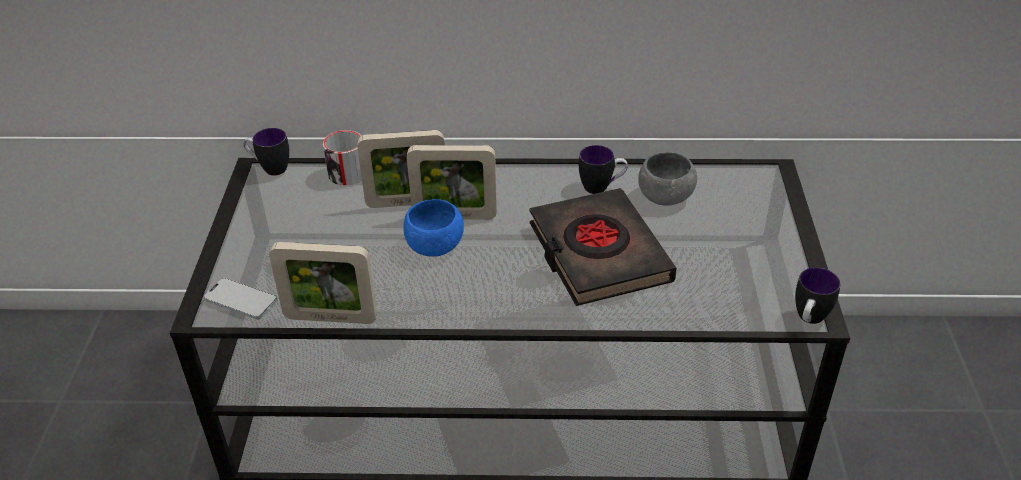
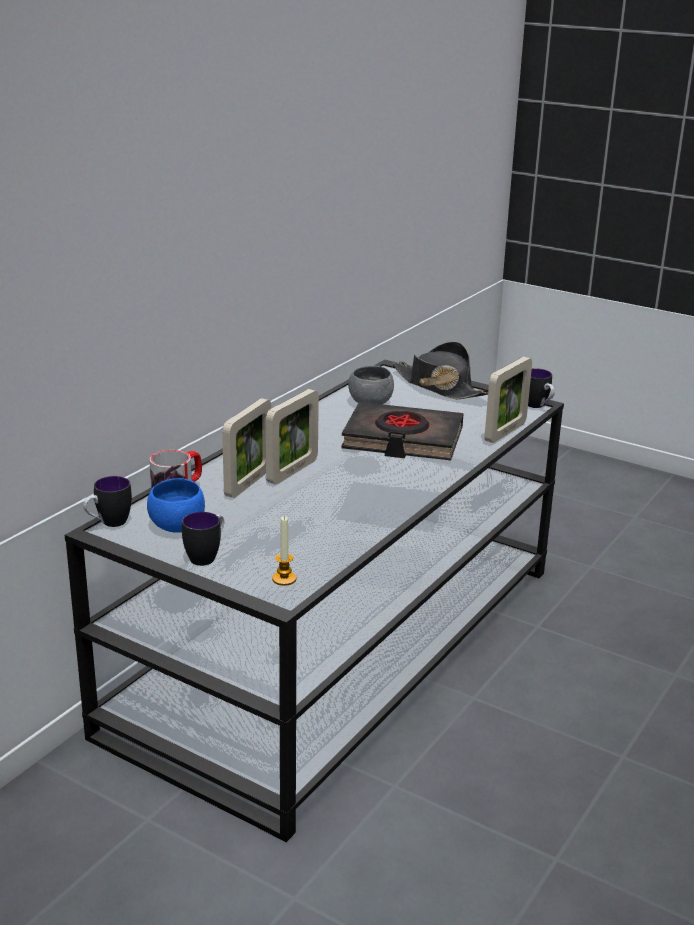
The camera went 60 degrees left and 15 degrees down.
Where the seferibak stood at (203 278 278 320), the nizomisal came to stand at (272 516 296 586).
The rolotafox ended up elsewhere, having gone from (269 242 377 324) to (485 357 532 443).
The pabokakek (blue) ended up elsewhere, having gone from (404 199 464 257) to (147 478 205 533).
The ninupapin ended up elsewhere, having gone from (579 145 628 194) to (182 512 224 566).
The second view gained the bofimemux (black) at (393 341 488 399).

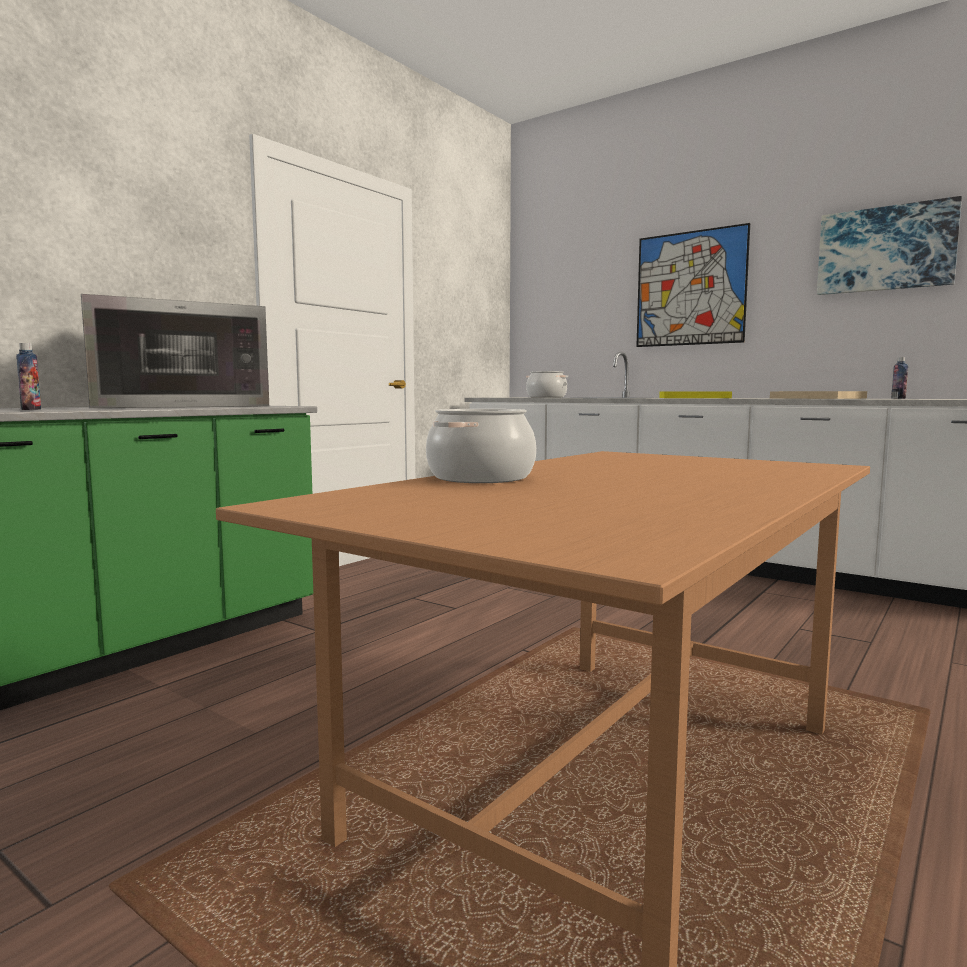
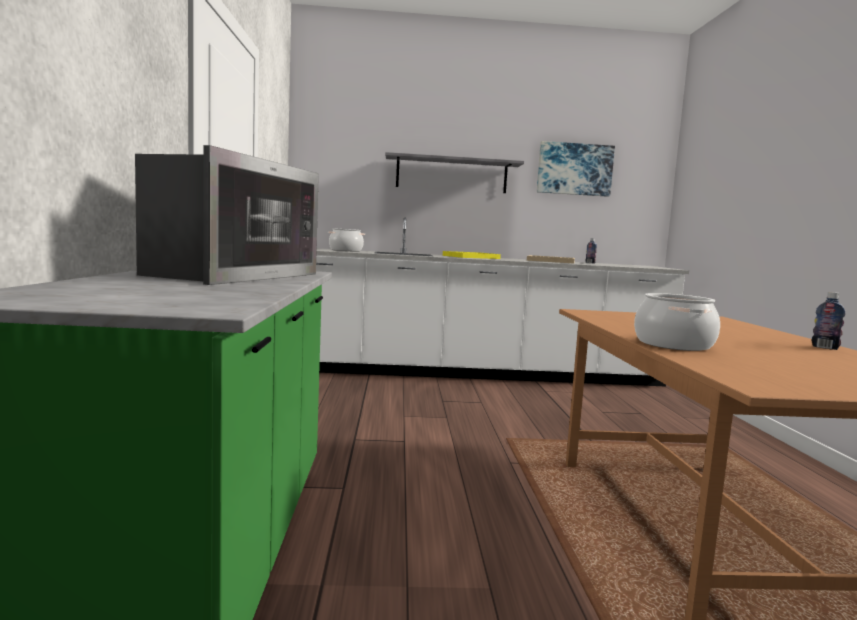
The camera went 40 degrees left and 0 degrees up.
The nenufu ended up elsewhere, having gone from (16 343 41 410) to (812 292 846 350).
Where the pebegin hung at (636 223 750 347), the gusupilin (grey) came to hang at (385 152 524 193).

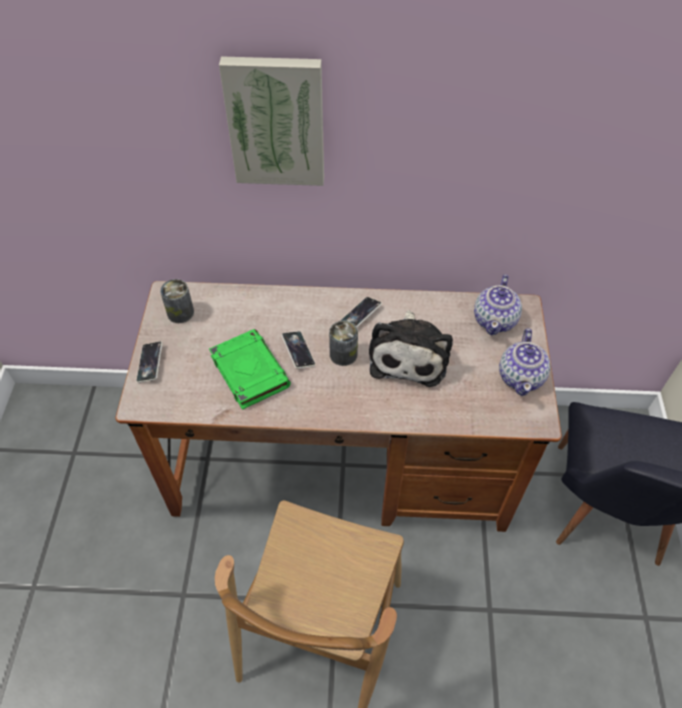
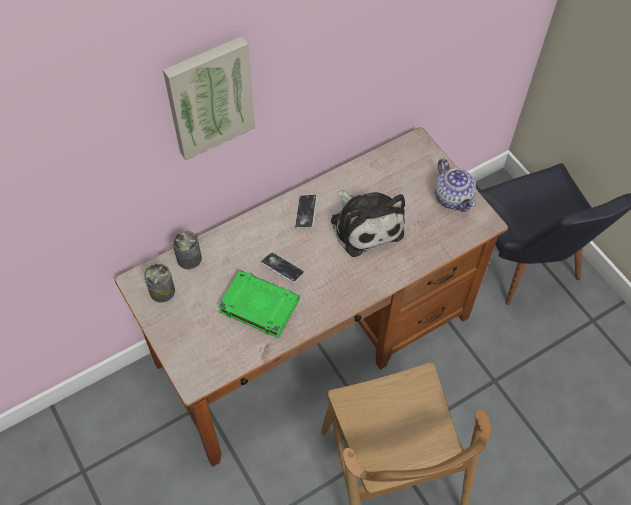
The camera went 35 degrees left and 5 degrees up.
The second view lost the seferibak at (136 341 162 383).
The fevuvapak ended up elsewhere, having gone from (329 321 358 366) to (172 230 202 269).
The second view lost the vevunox at (474 274 522 335).

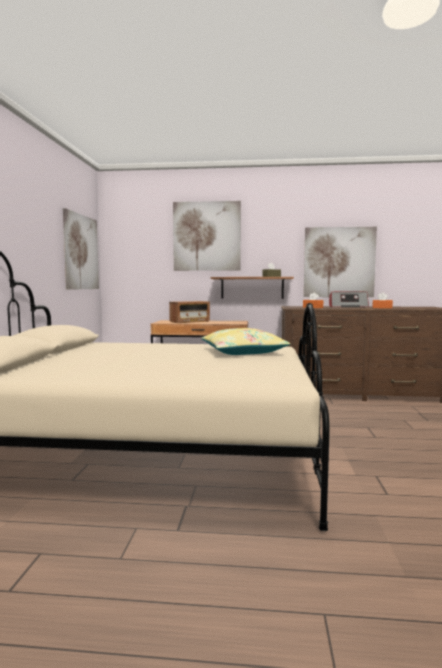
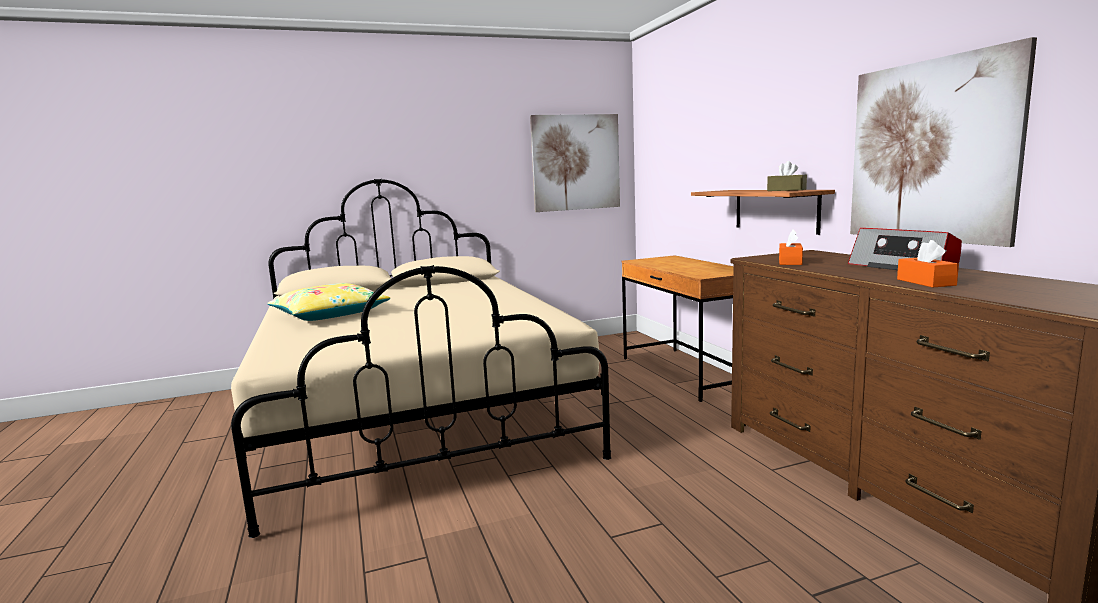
The camera went 65 degrees right and 5 degrees up.
The second view lost the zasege at (169 301 210 323).
The second view lost the pebegin at (173 201 241 271).
The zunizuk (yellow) ended up elsewhere, having gone from (201 328 290 355) to (267 283 390 321).

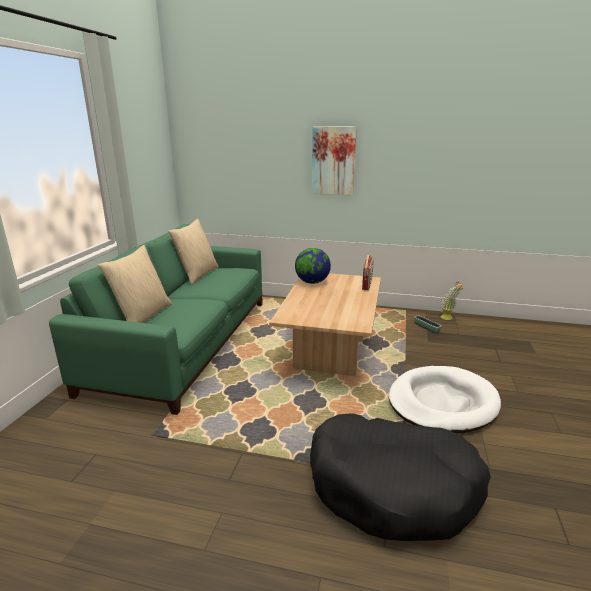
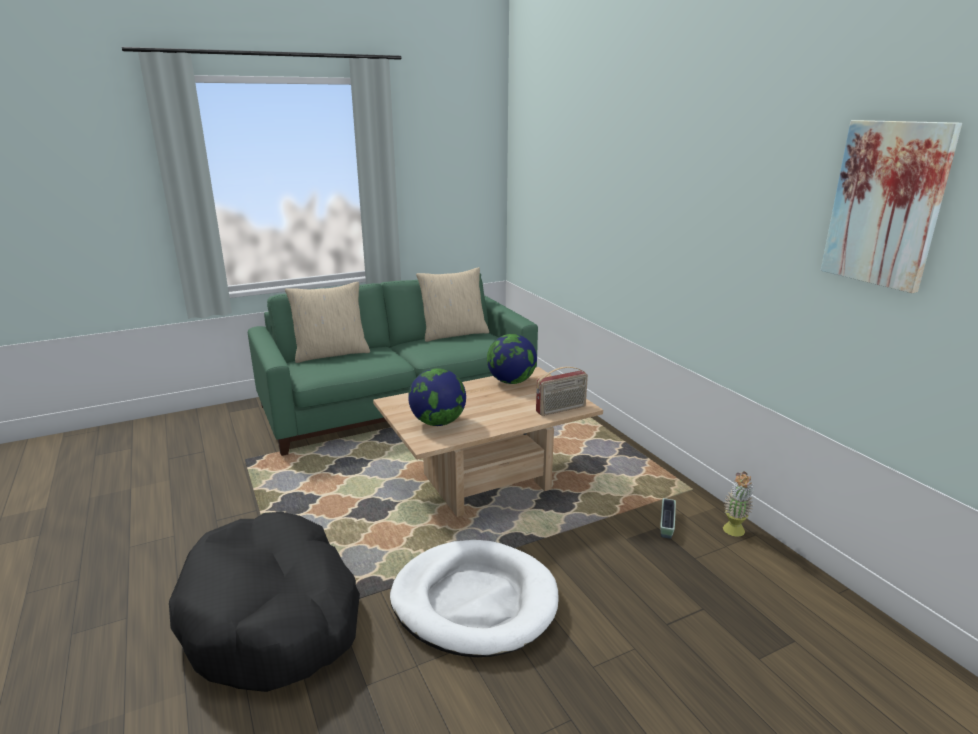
The camera went 50 degrees right and 0 degrees up.
The pebegin ended up elsewhere, having gone from (312 126 357 195) to (821 120 962 293).
The second view gained the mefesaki at (408 368 466 426).

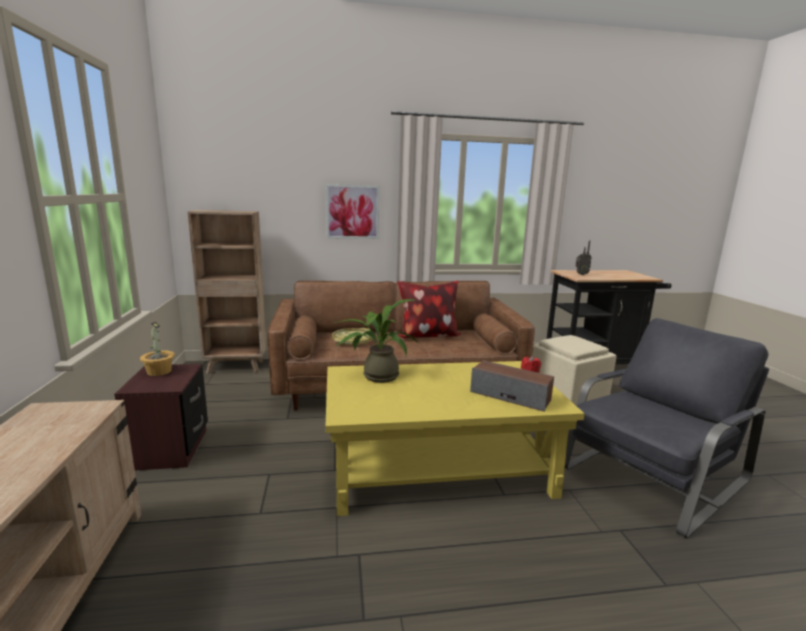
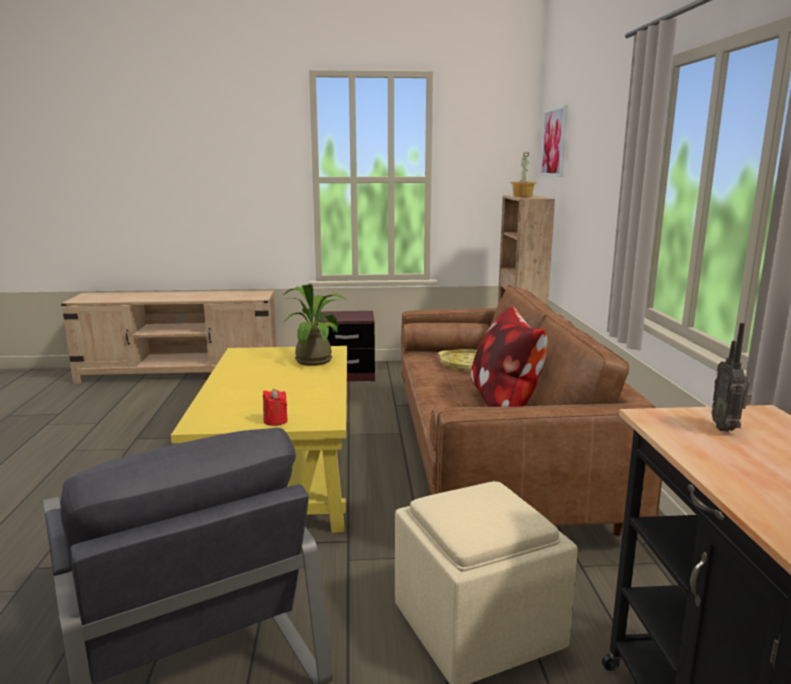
The camera went 95 degrees right and 0 degrees up.
The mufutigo ended up elsewhere, having gone from (140 322 175 376) to (511 153 536 197).
The pebegin ended up elsewhere, having gone from (326 184 379 239) to (540 105 568 177).
The second view lost the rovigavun at (470 360 554 411).

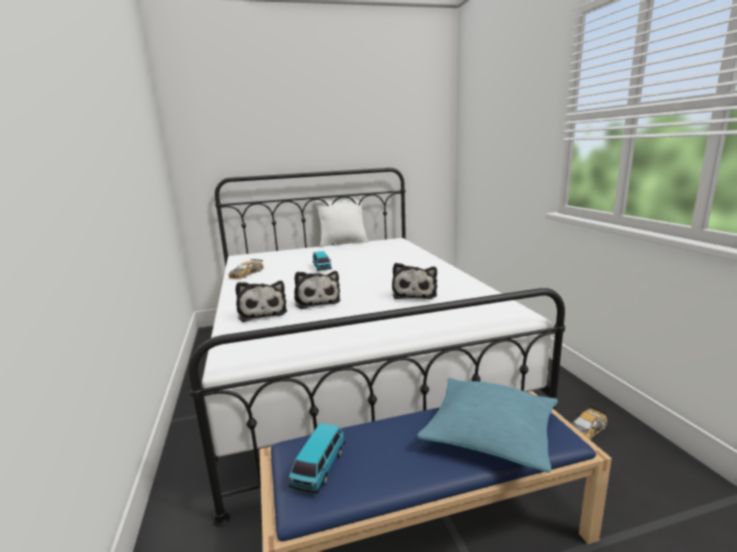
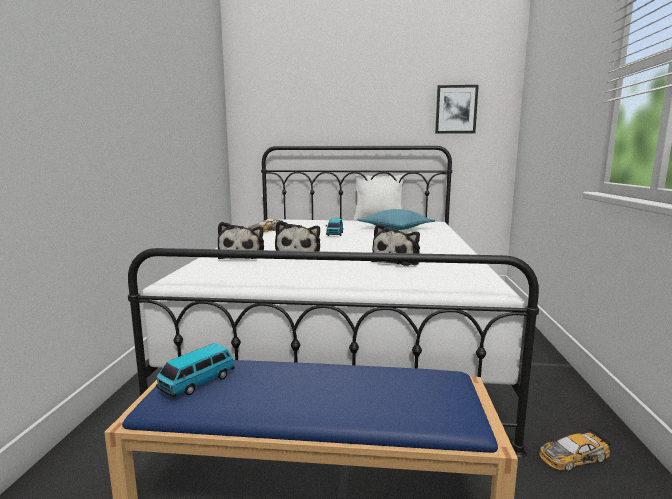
The camera went 20 degrees right and 5 degrees down.
The zunizuk (turquoise) ended up elsewhere, having gone from (417 378 558 473) to (357 209 435 230).
The second view gained the pebegin at (435 85 479 134).

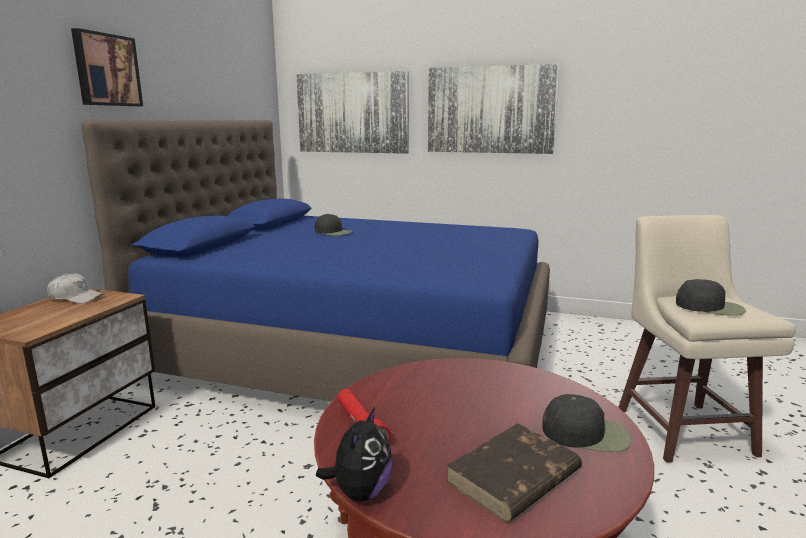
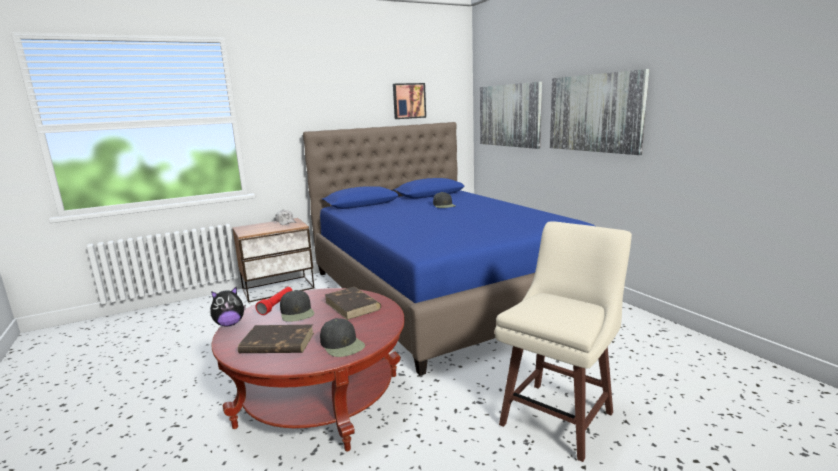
The camera went 45 degrees right and 0 degrees up.
The pebegin ended up elsewhere, having gone from (71 28 143 106) to (393 83 426 119).
The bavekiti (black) ended up elsewhere, having gone from (676 279 746 316) to (280 290 314 322).
The second view gained the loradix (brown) at (325 287 381 320).

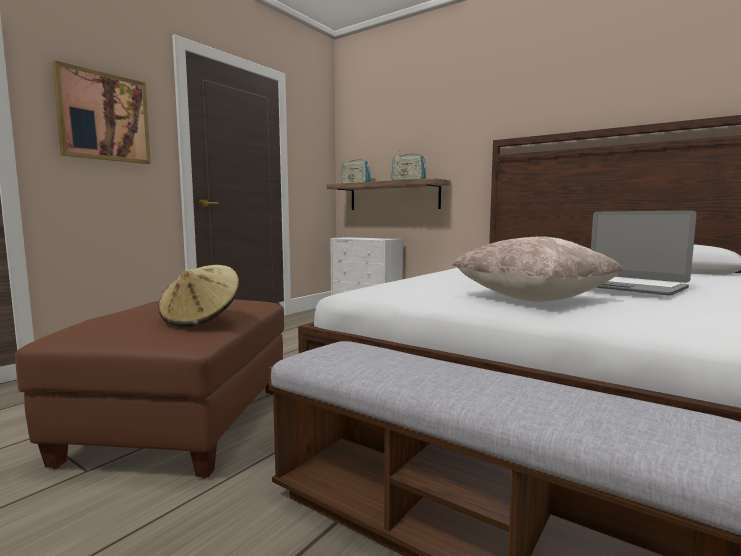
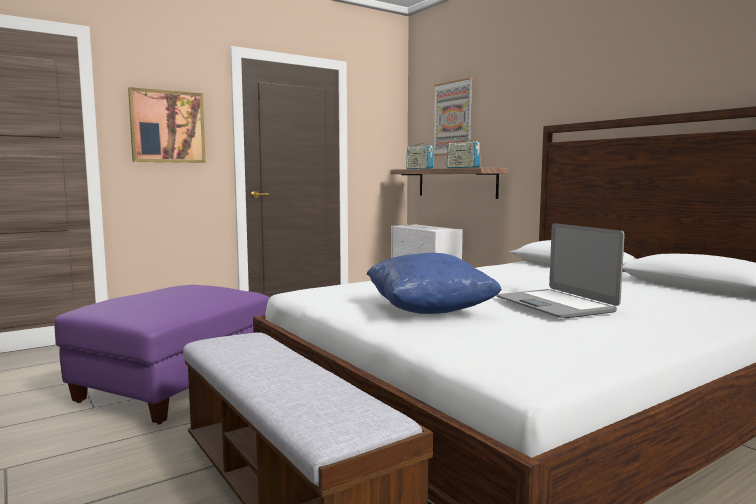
The camera went 20 degrees right and 0 degrees up.
What was the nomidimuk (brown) at (15 299 284 478) turned into the nomidimuk (purple) at (54 285 270 424).
The second view lost the bofimemux (beige) at (158 265 239 327).
What was the zunizuk (beige) at (453 236 623 302) turned into the zunizuk (blue) at (367 253 502 314).
The second view gained the pebegin at (433 77 473 156).

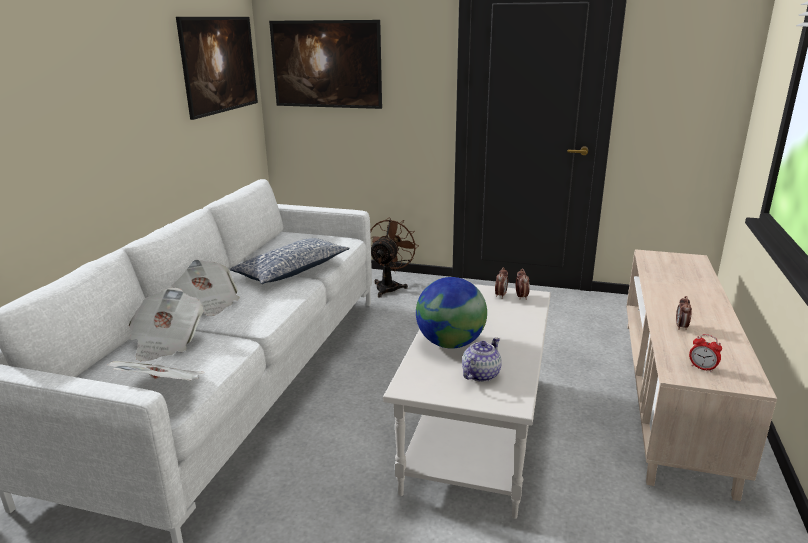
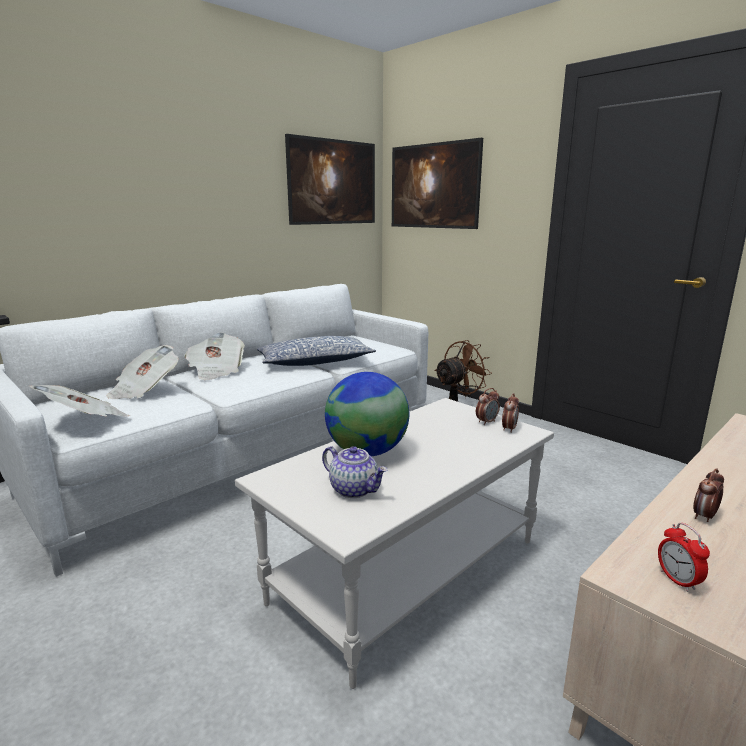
The camera went 30 degrees right and 5 degrees down.
The vevunox at (462 337 502 382) ended up facing another way, 60 degrees clockwise from before.

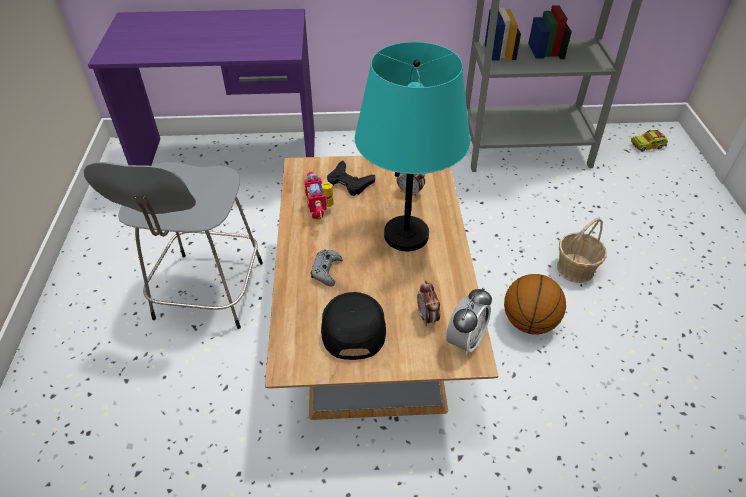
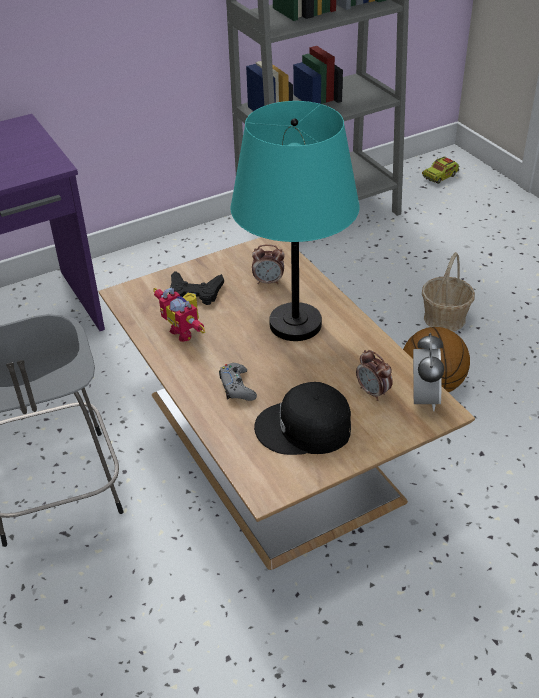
The camera went 25 degrees left and 5 degrees down.
The bavekiti (black) at (321 292 386 360) ended up facing another way, 60 degrees counterclockwise from before.

